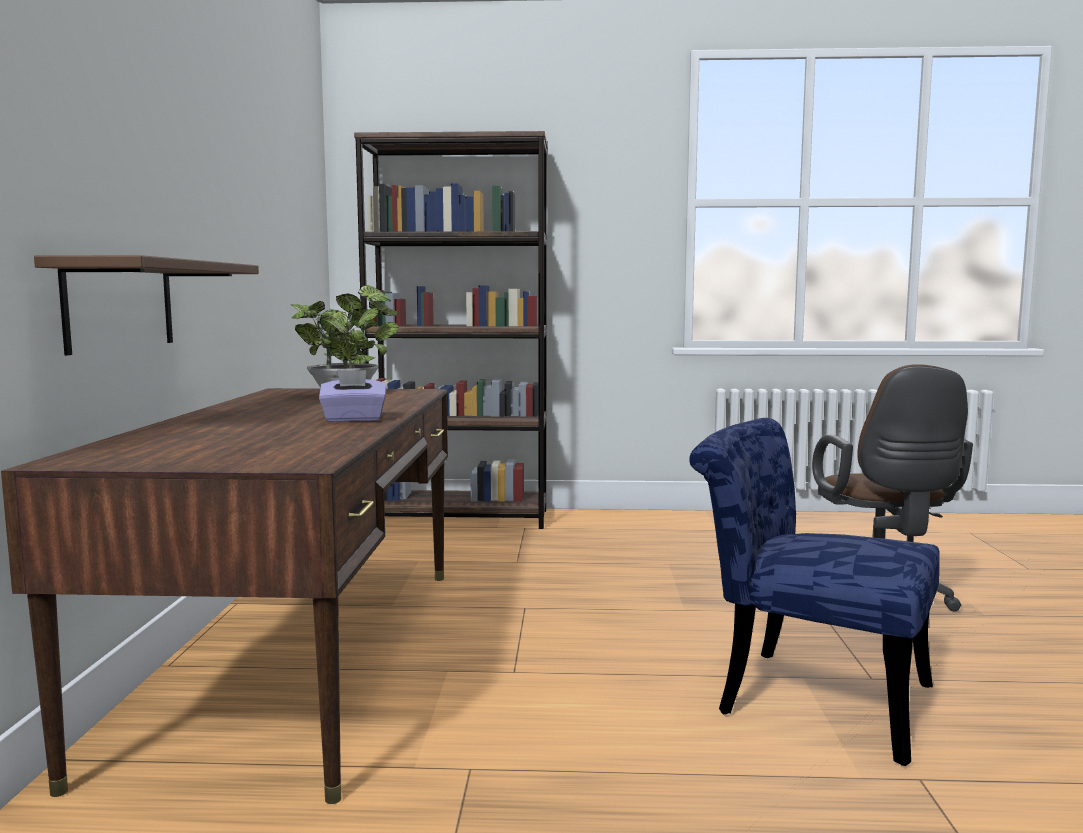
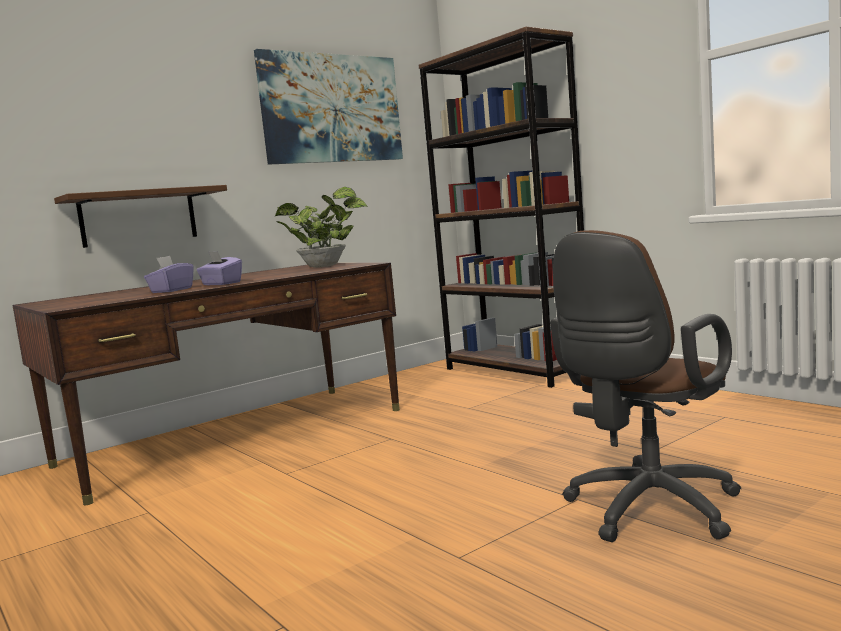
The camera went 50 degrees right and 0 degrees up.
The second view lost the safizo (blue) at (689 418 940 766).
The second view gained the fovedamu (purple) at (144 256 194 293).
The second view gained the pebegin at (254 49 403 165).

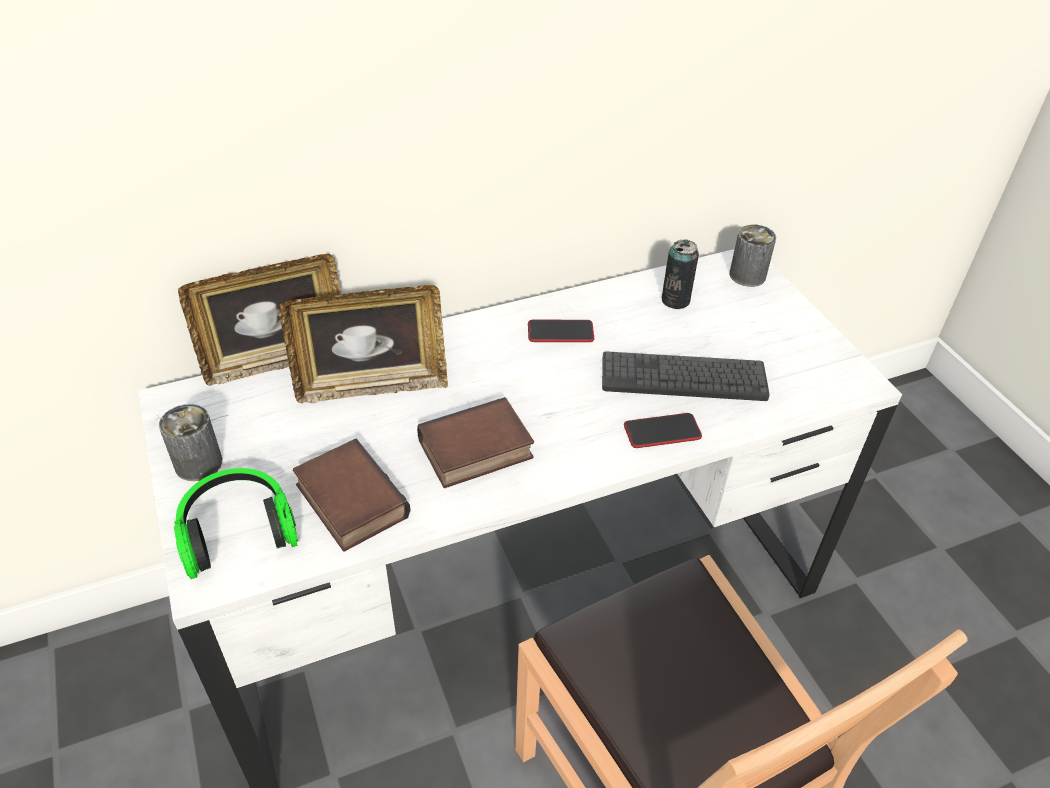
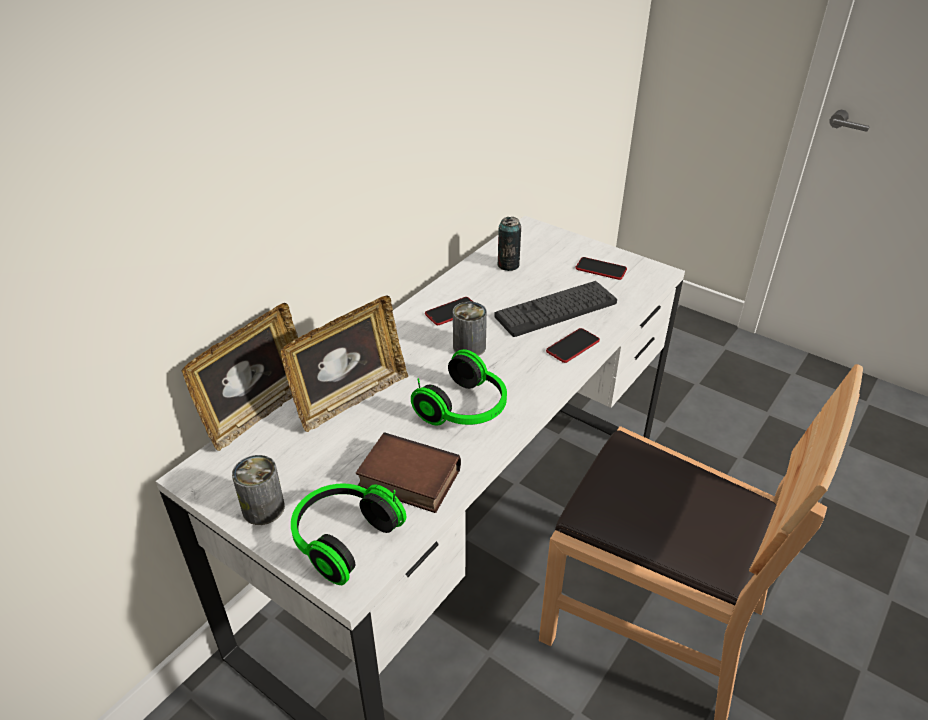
The camera went 30 degrees left and 5 degrees down.
Where the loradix stood at (417 397 534 488), the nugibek came to stand at (411 349 507 425).
The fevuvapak ended up elsewhere, having gone from (729 224 776 287) to (453 302 487 356).
The second view gained the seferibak at (575 257 627 280).

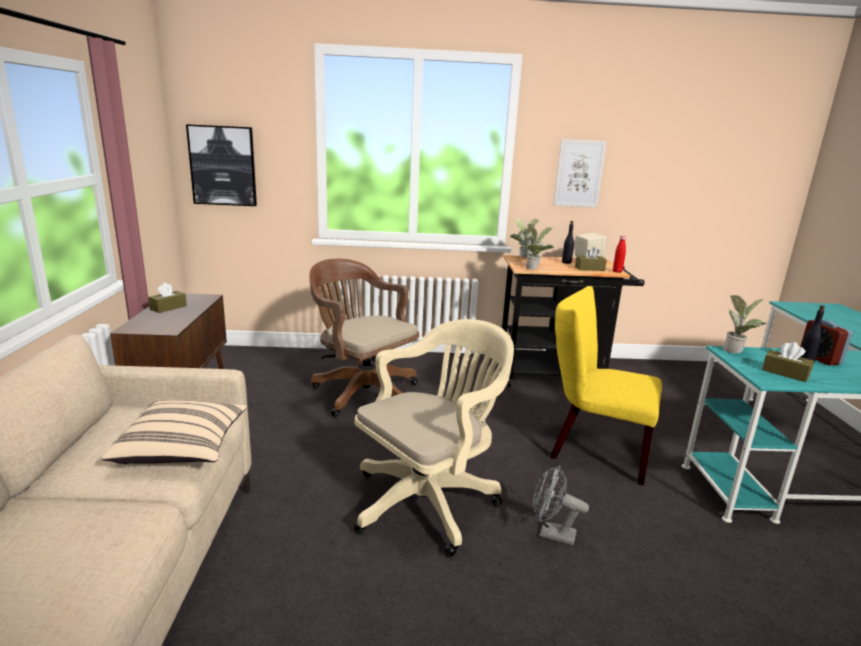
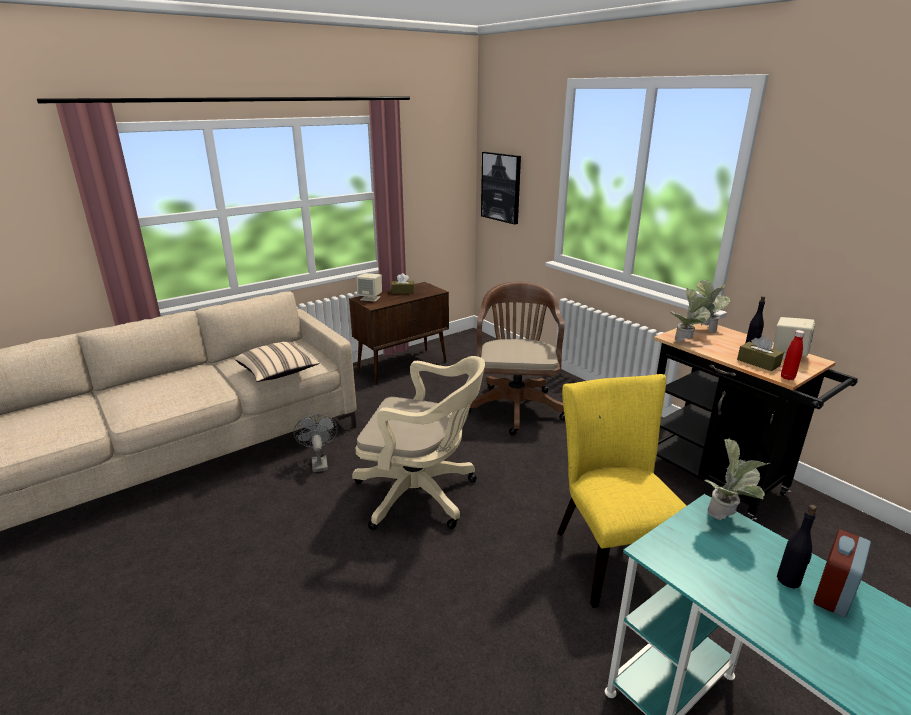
The camera went 55 degrees right and 5 degrees up.
The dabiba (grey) ended up elsewhere, having gone from (533 465 589 545) to (294 414 338 472).
The second view lost the pebegin at (553 139 607 207).
The second view lost the fovedamu (brown) at (762 342 814 382).
The second view gained the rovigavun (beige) at (356 273 382 302).

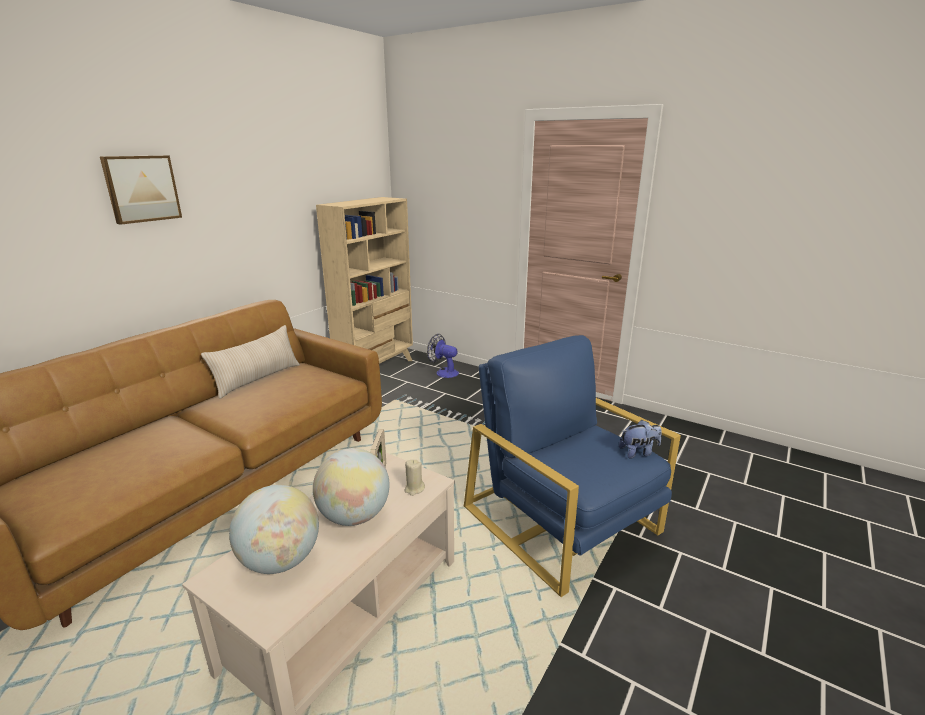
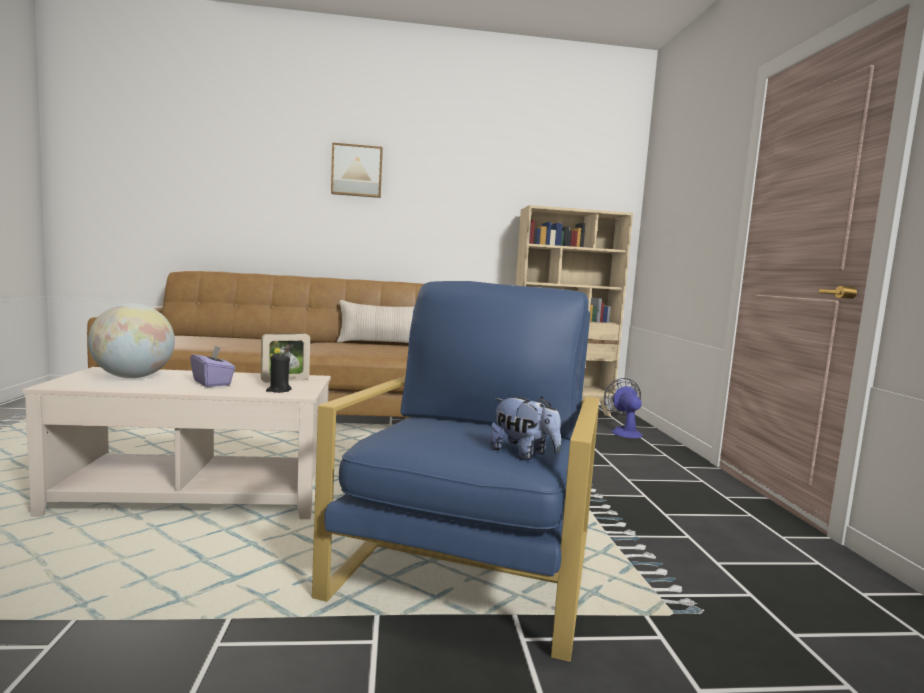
The camera went 50 degrees right and 15 degrees down.
Where the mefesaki stood at (313 448 389 526), the fovedamu (purple) came to stand at (190 345 236 387).
What was the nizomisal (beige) at (405 460 425 496) turned into the nizomisal (black) at (266 353 292 393).

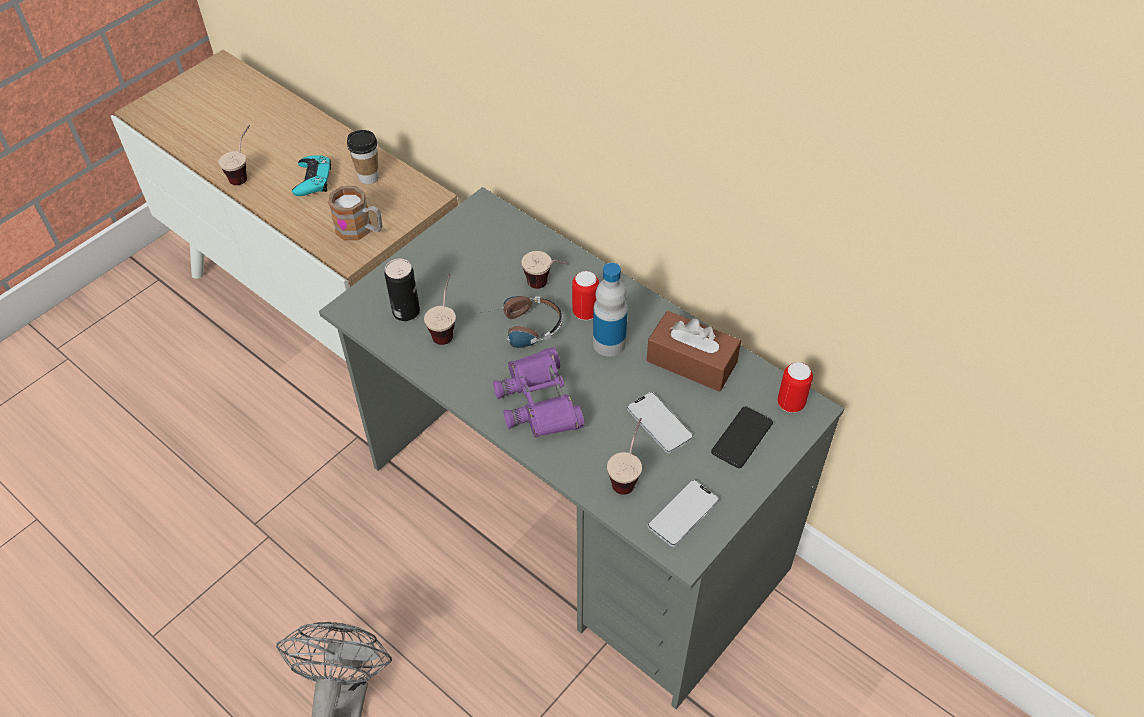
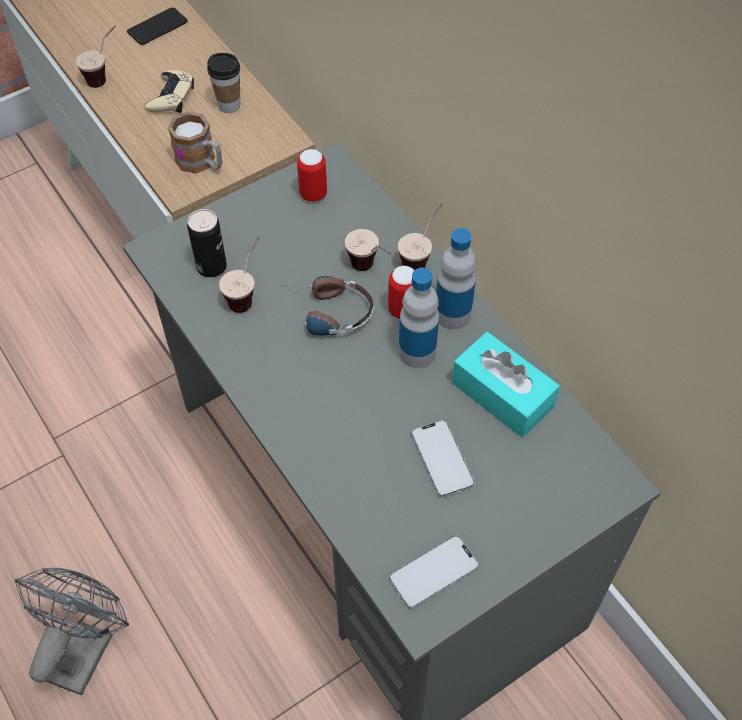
The camera went 15 degrees right and 5 degrees up.
What was the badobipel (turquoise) at (292 155 331 196) turned into the badobipel (beige) at (144 70 194 113).
The second view lost the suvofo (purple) at (493 347 585 437).
The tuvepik ended up elsewhere, having gone from (607 418 642 495) to (398 203 443 270).
What was the fovedamu (brown) at (647 311 741 392) turned into the fovedamu (turquoise) at (452 332 560 438).
The seferibak ended up elsewhere, having gone from (711 406 773 468) to (127 8 188 45).
The fevuvapak ended up elsewhere, having gone from (778 362 813 413) to (297 149 327 202).
The second view gained the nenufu at (436 228 476 329).

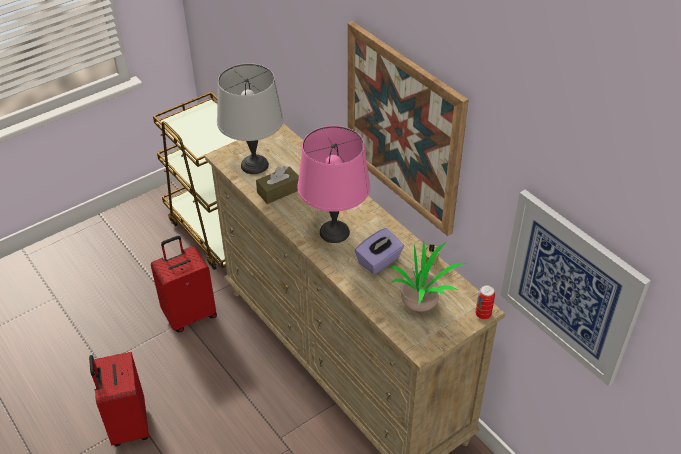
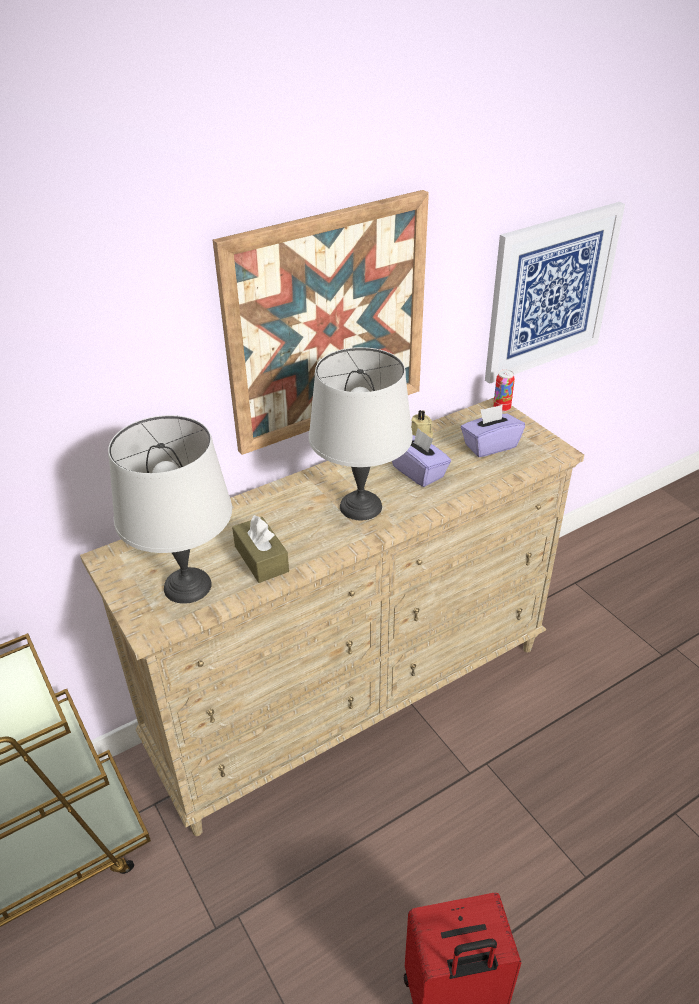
The camera went 85 degrees left and 5 degrees down.
The second view lost the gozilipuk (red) at (151 236 217 332).
What was the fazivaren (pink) at (298 126 370 243) turned into the fazivaren (grey) at (309 347 413 520).
Where the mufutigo stood at (390 240 467 312), the fovedamu (purple) came to stand at (461 405 525 457).

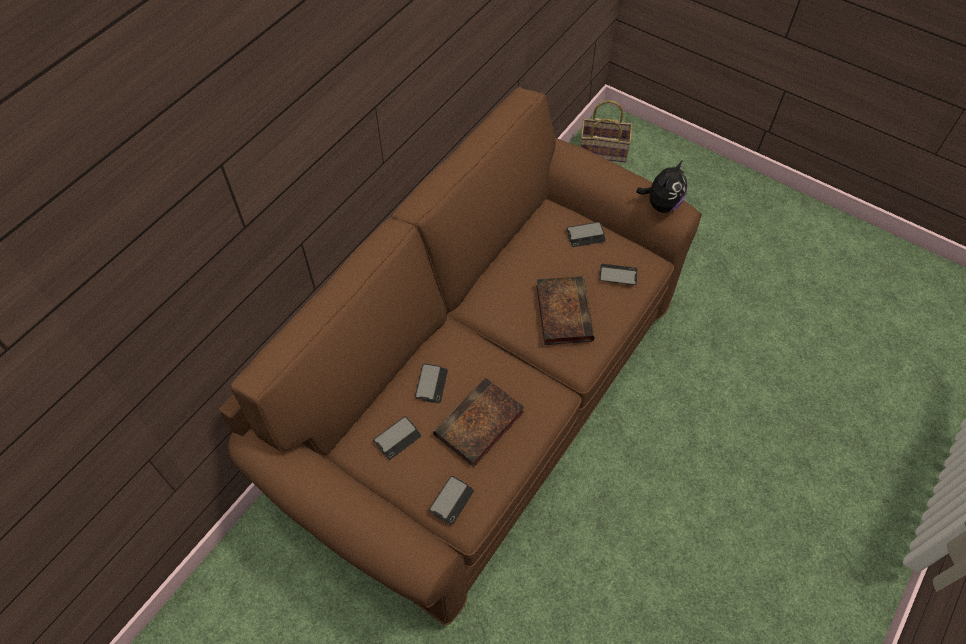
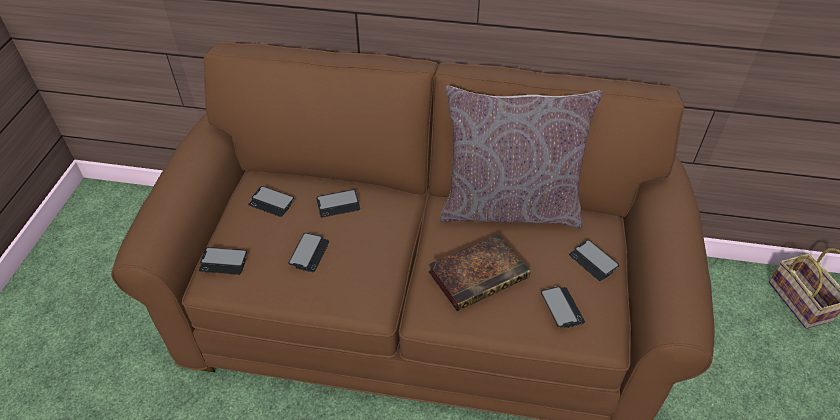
The camera went 65 degrees right and 10 degrees down.
Where the loradix stood at (433 377 524 467), the seferibak came to stand at (288 233 329 272).
The second view lost the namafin at (636 160 687 213).
The second view gained the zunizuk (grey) at (440 86 602 229).

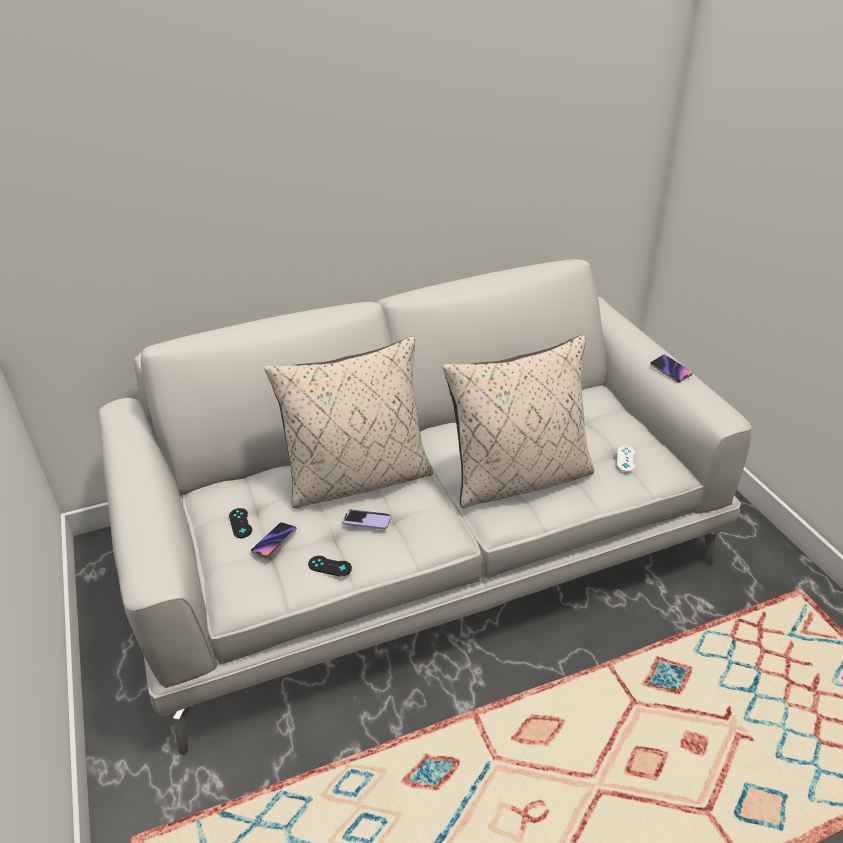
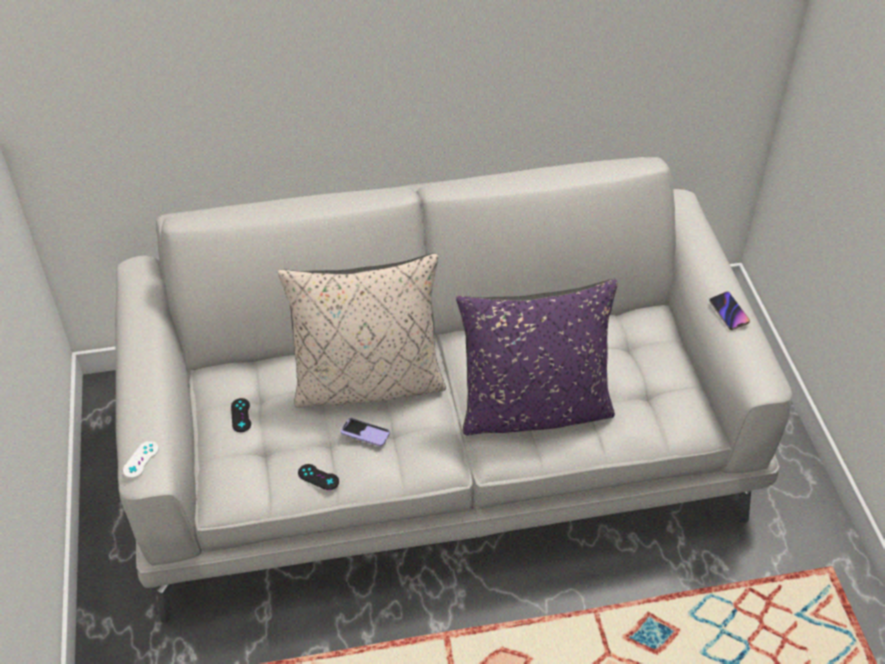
The camera went 10 degrees right and 10 degrees up.
The second view lost the seferibak at (251 522 297 558).
What was the zunizuk (beige) at (443 335 594 508) turned into the zunizuk (purple) at (456 279 618 435).
The badobipel (white) ended up elsewhere, having gone from (617 446 635 472) to (123 441 159 478).

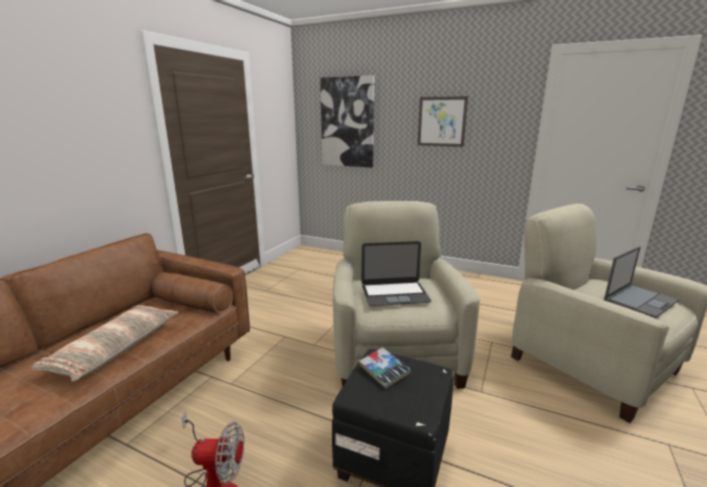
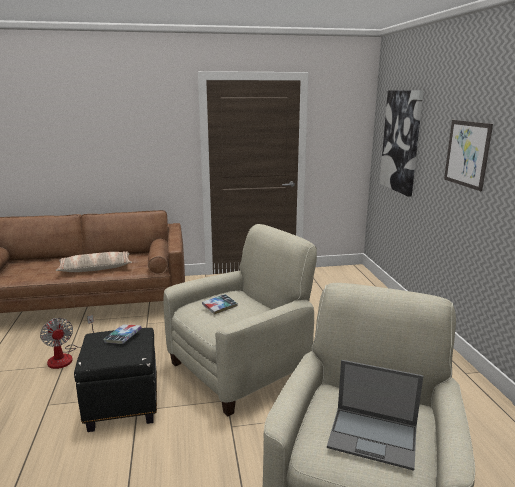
The camera went 55 degrees right and 0 degrees up.
Where the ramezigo stood at (361 241 432 306), the loradix came to stand at (202 294 238 315).

